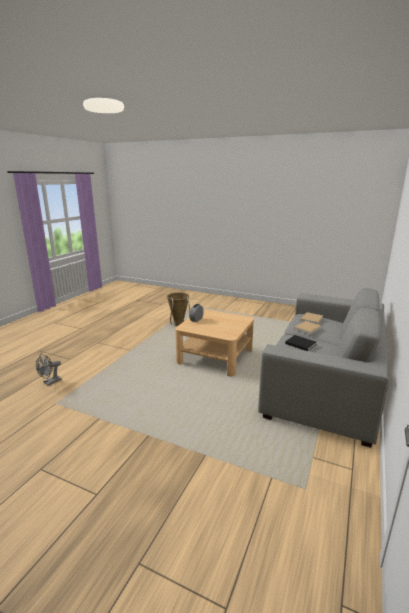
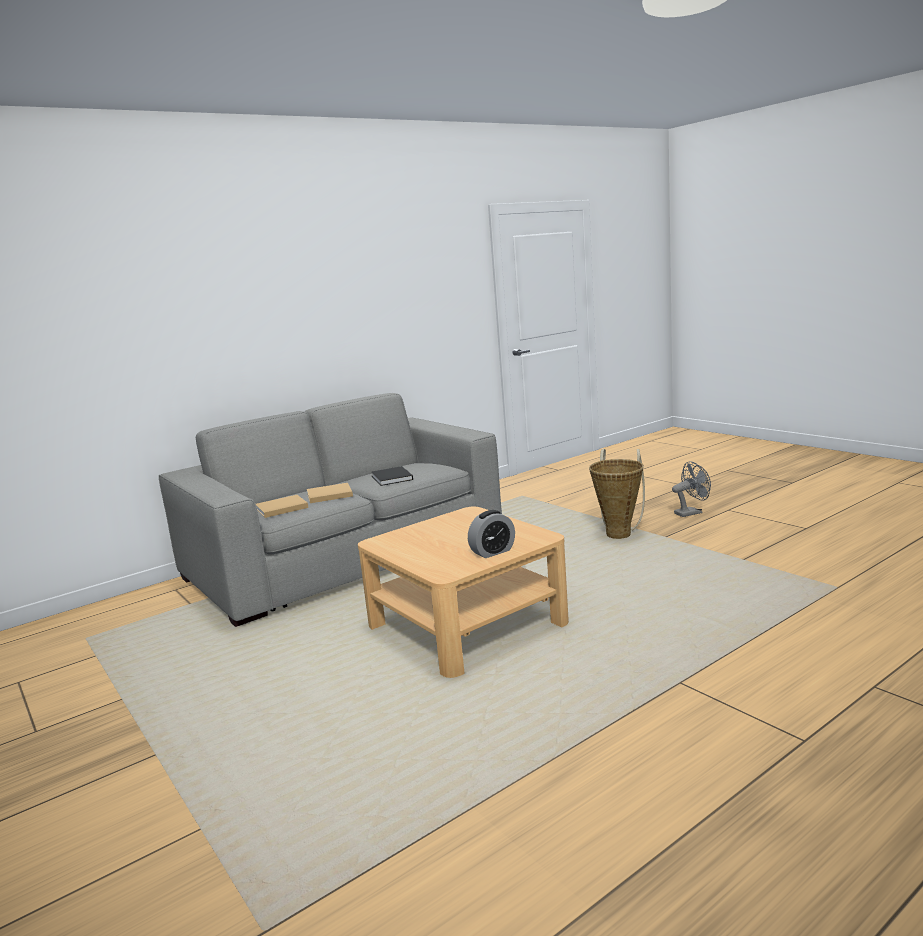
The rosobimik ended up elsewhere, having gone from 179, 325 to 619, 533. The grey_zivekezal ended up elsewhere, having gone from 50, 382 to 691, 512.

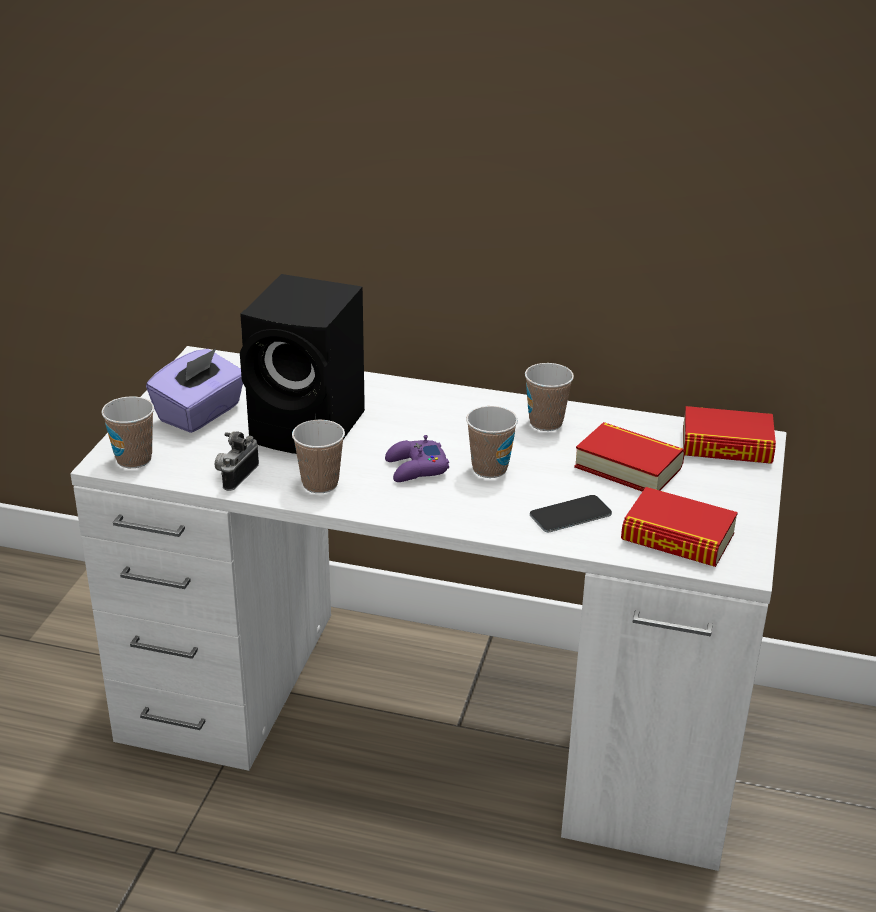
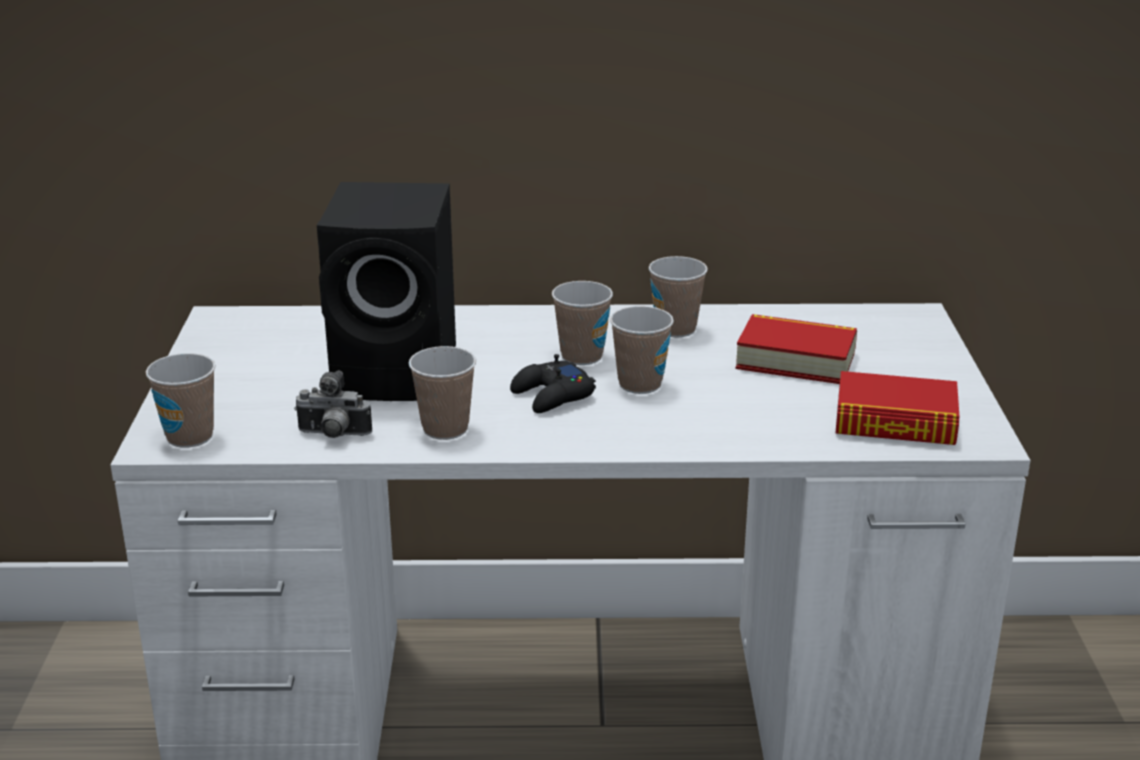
The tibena at 235, 476 ended up facing another way, 90 degrees counterclockwise from before. What was the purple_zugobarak at 416, 468 turned into the black_zugobarak at 552, 396. The second view gained the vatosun at 582, 356. The second view lost the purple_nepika at 200, 413. The second view lost the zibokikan at 570, 514. The second view lost the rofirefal at 726, 445.

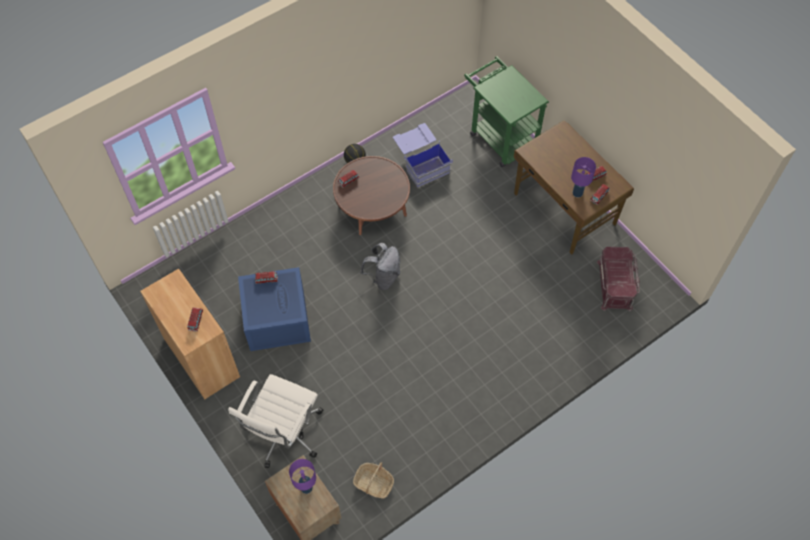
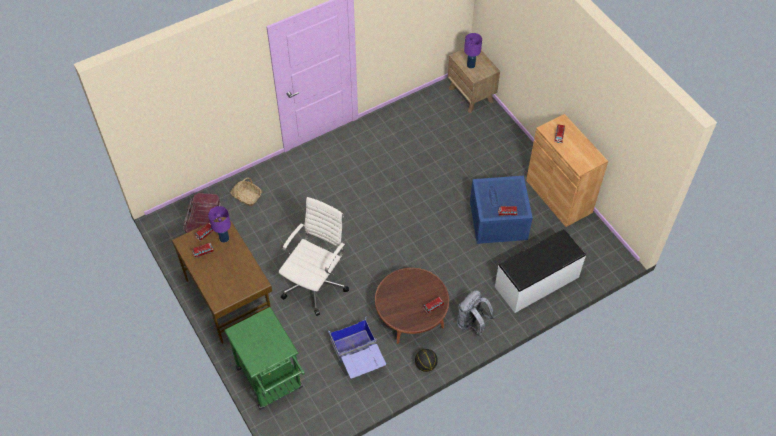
The rosobimik ended up elsewhere, having gone from 374, 483 to 246, 196. The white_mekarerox ended up elsewhere, having gone from 283, 433 to 316, 283. The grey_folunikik ended up elsewhere, having gone from 383, 277 to 472, 324. The second view gained the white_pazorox at 537, 282.

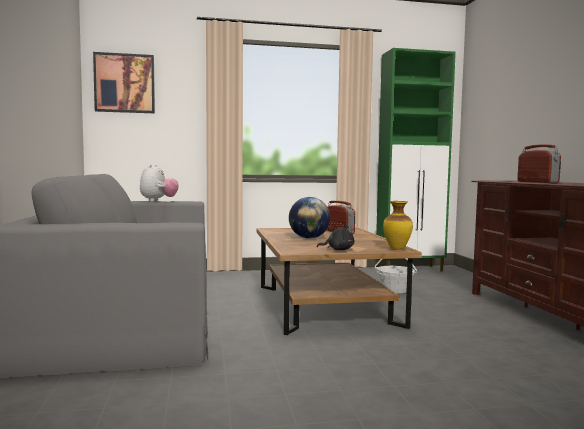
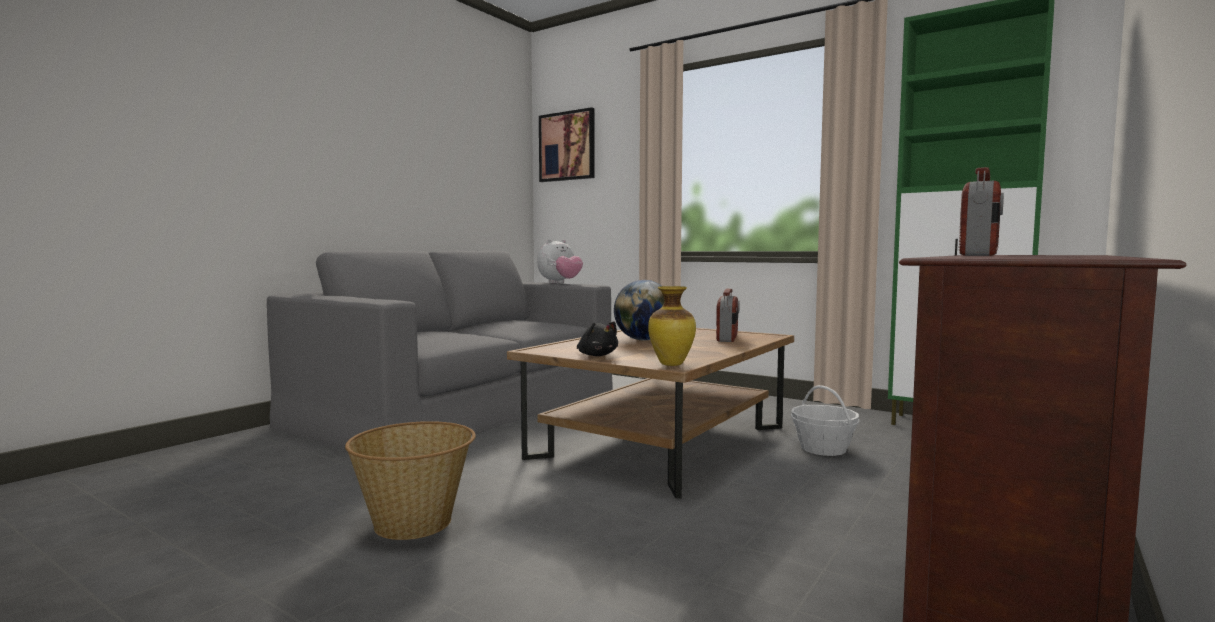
The second view gained the rosobimik at 414, 523.

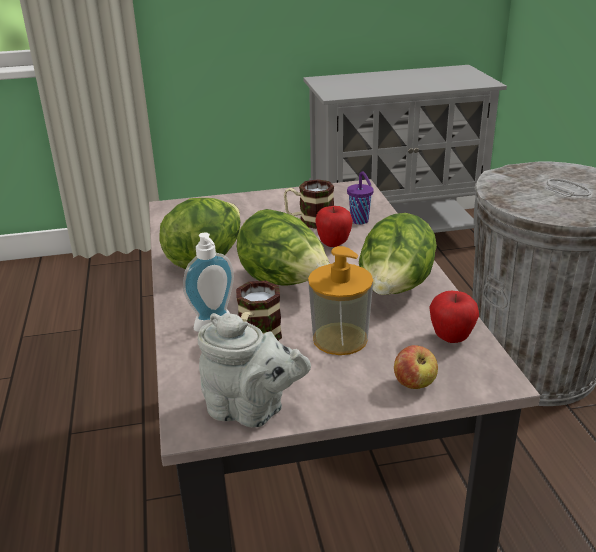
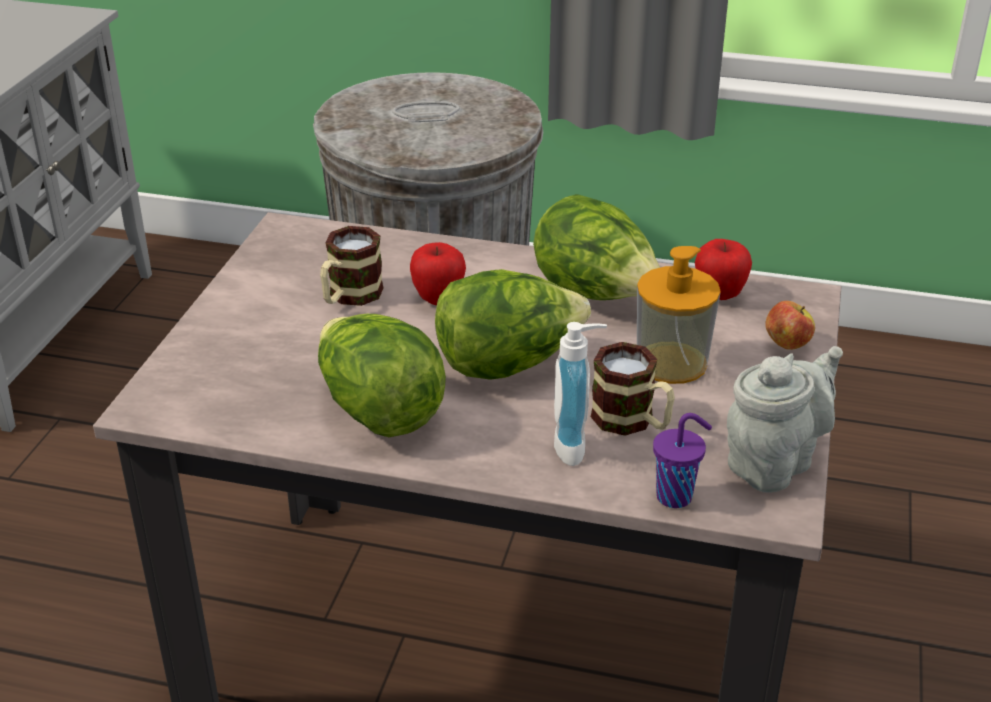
The purple_vatosun ended up elsewhere, having gone from 360, 221 to 676, 497.

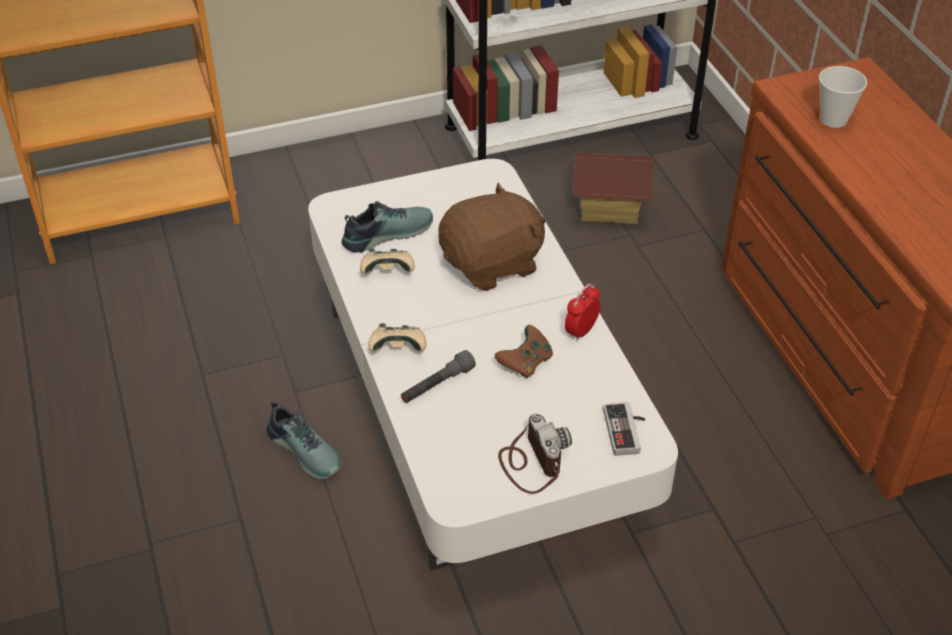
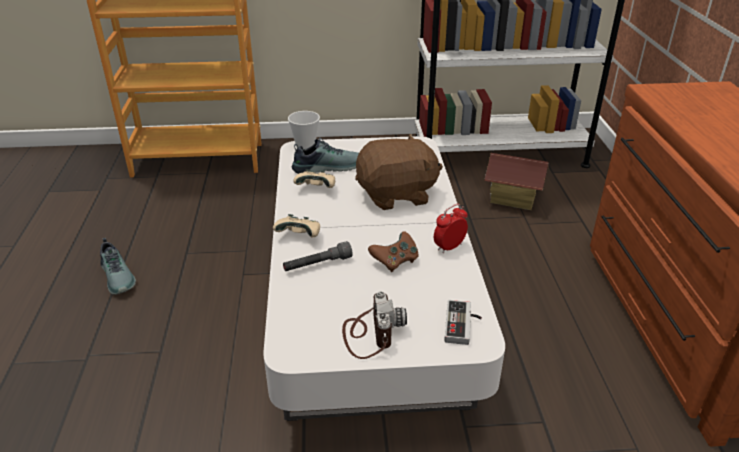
The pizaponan ended up elsewhere, having gone from 306, 449 to 119, 276. The vatosun ended up elsewhere, having gone from 833, 119 to 305, 147.

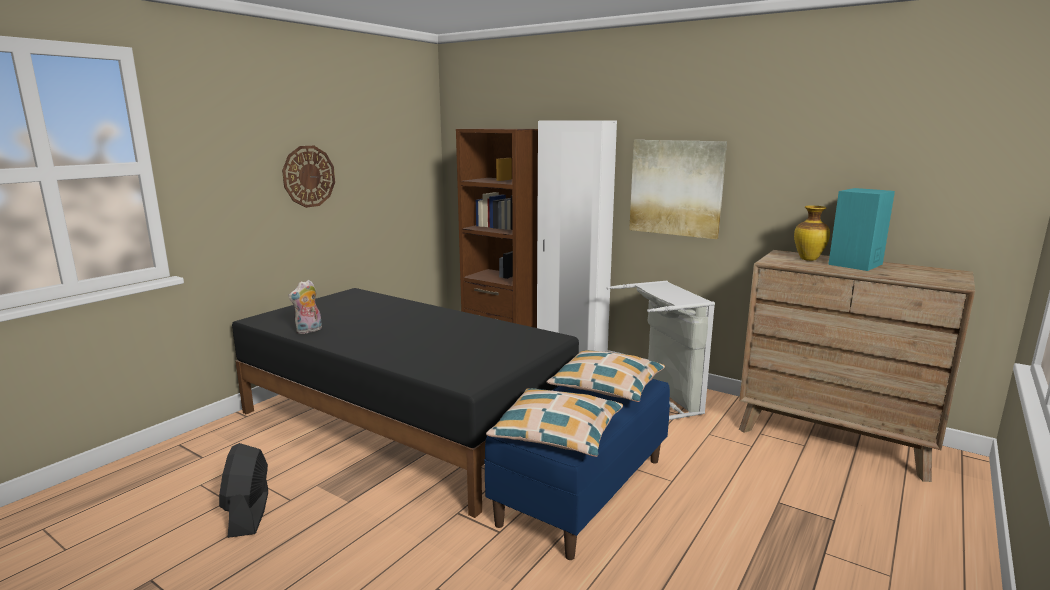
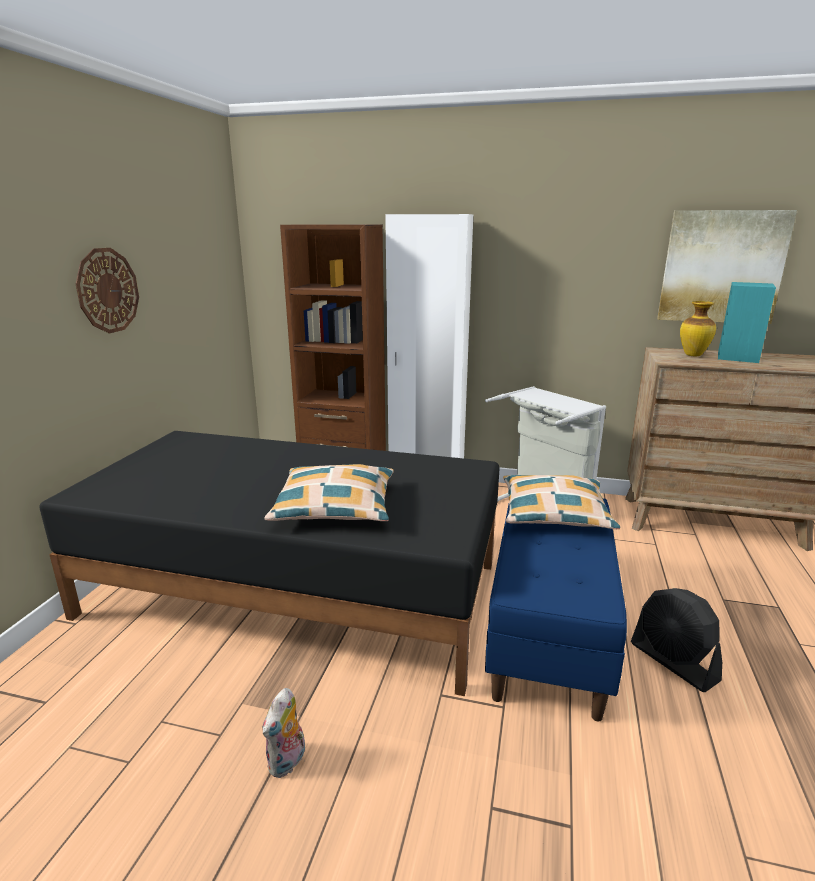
The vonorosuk ended up elsewhere, having gone from 309, 331 to 288, 762. The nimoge ended up elsewhere, having gone from 557, 433 to 335, 506. The black_zivekezal ended up elsewhere, having gone from 249, 514 to 673, 662. The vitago ended up elsewhere, having gone from 676, 188 to 722, 267.

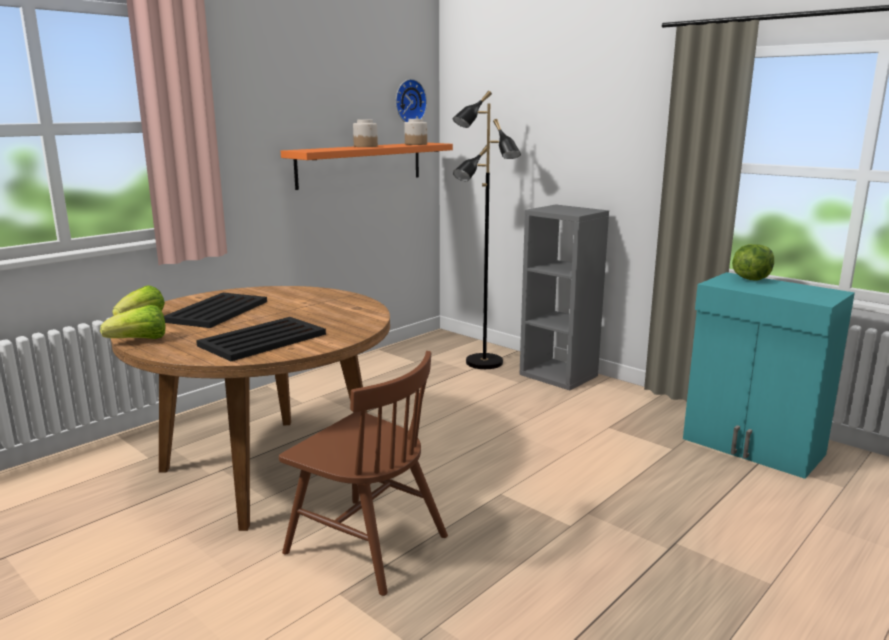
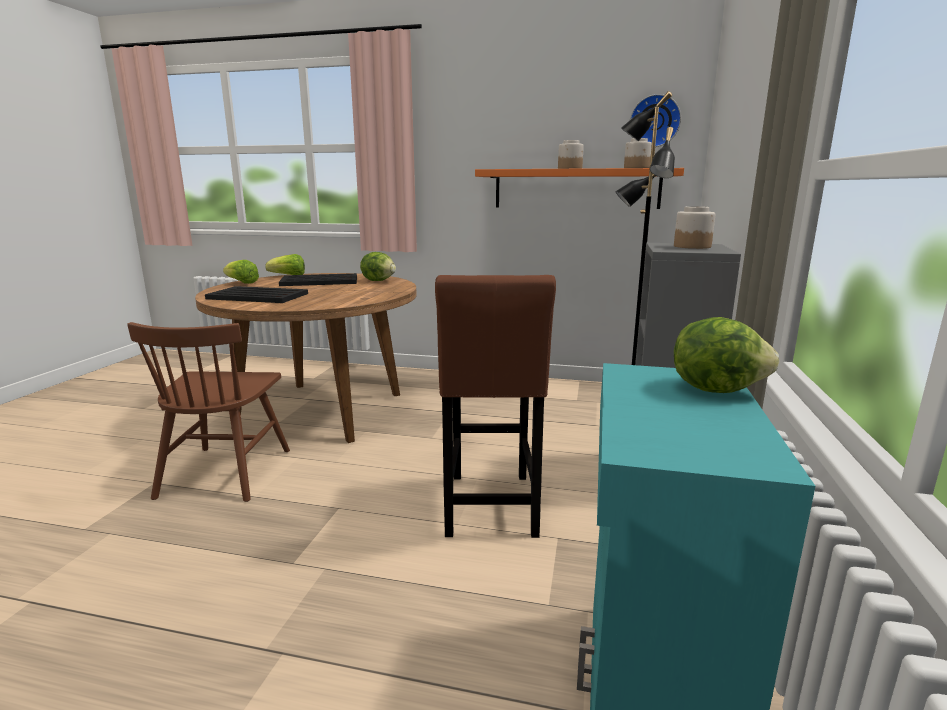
The second view gained the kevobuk at 379, 281. The second view gained the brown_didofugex at 490, 508. The second view gained the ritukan at 692, 246.

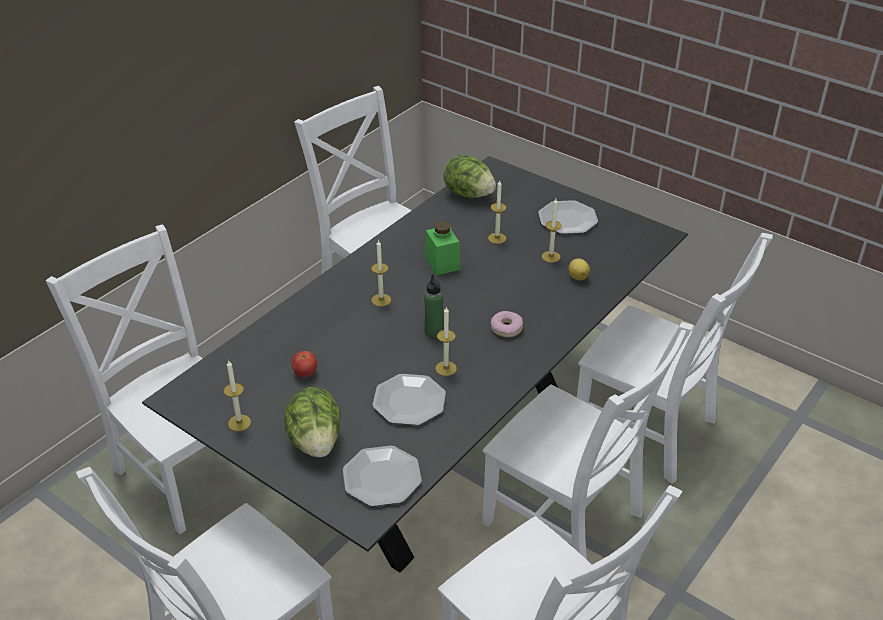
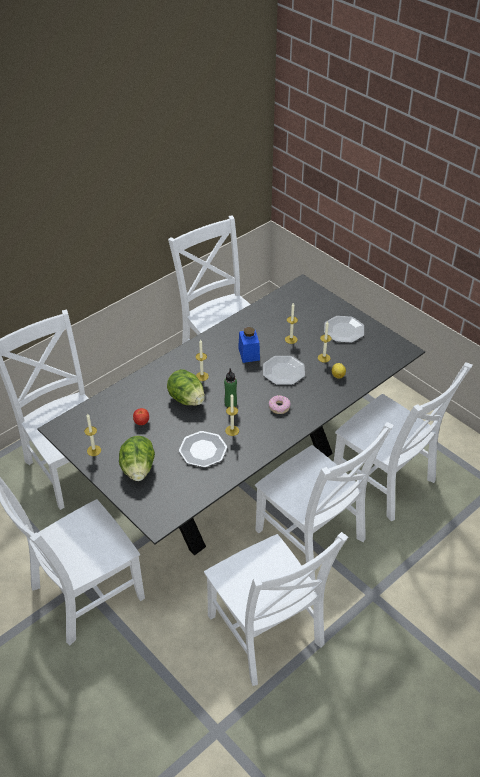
The kevobuk ended up elsewhere, having gone from 468, 194 to 187, 399. What was the green_ritukan at 442, 263 turned into the blue_ritukan at 249, 354. The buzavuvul ended up elsewhere, having gone from 382, 477 to 283, 371.

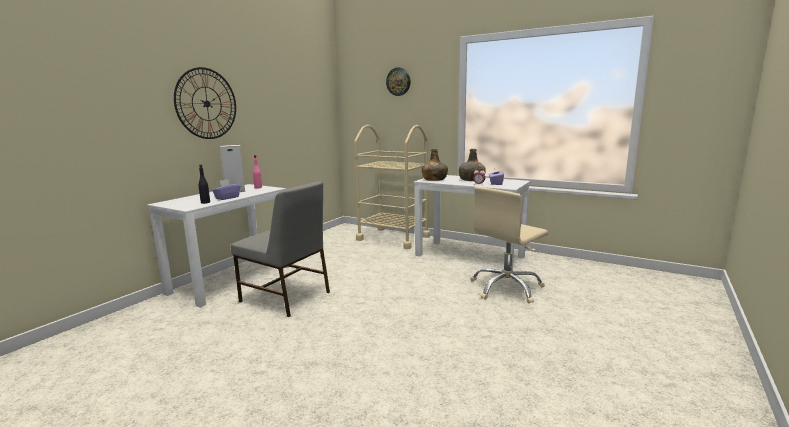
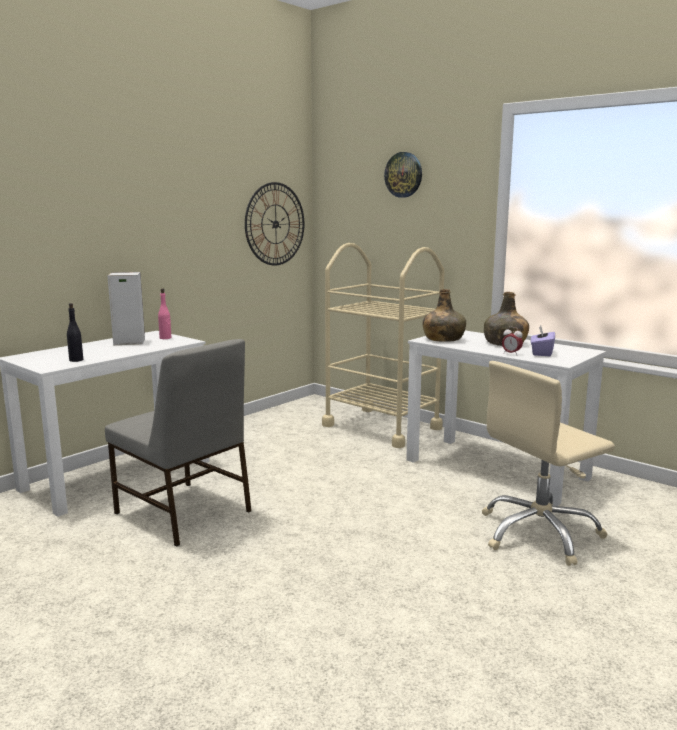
The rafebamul ended up elsewhere, having gone from 206, 103 to 275, 224. The second view lost the purple_nepika at 227, 198.

